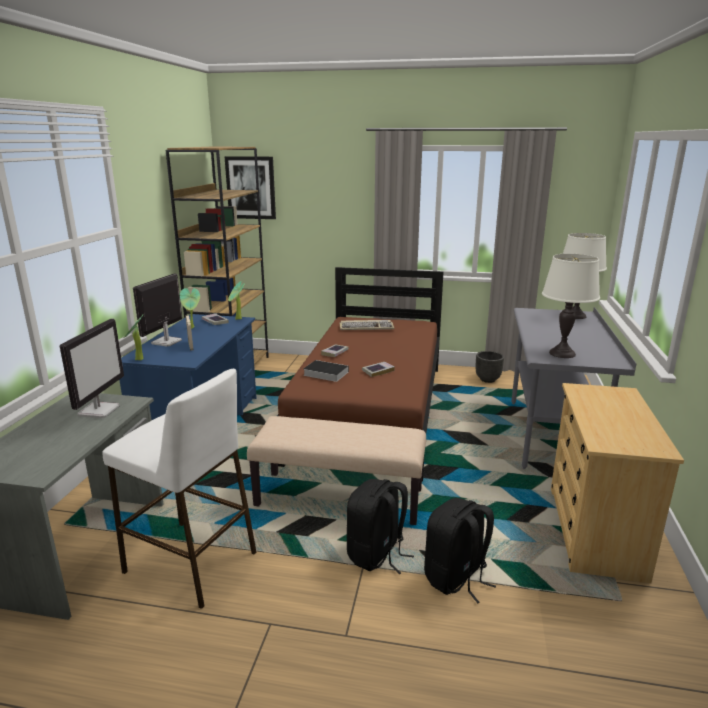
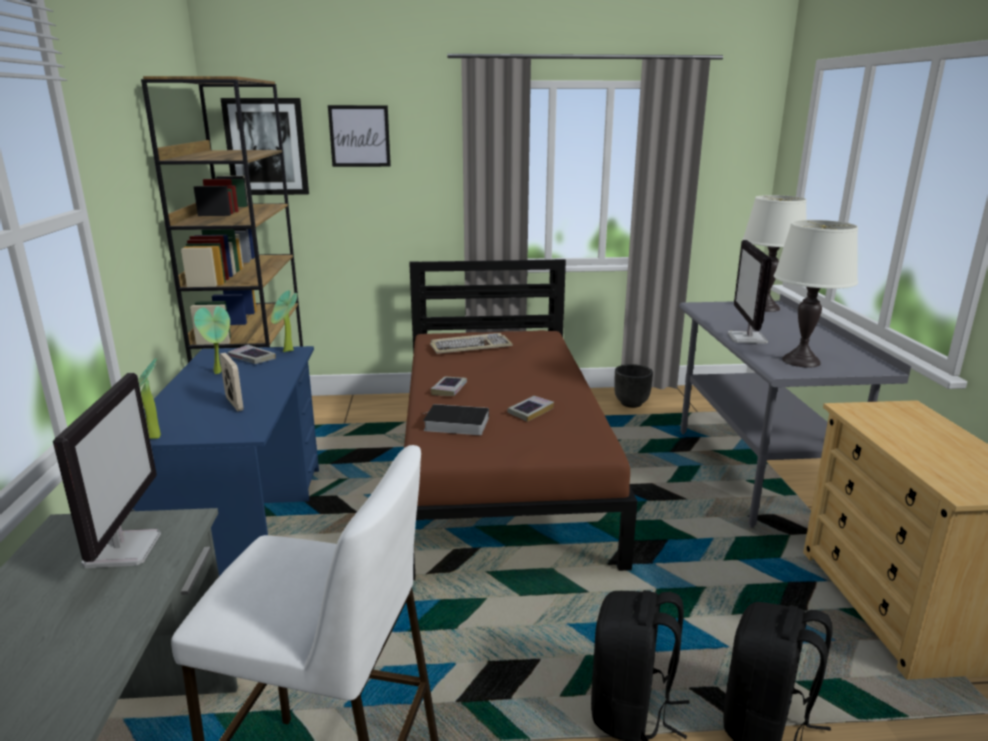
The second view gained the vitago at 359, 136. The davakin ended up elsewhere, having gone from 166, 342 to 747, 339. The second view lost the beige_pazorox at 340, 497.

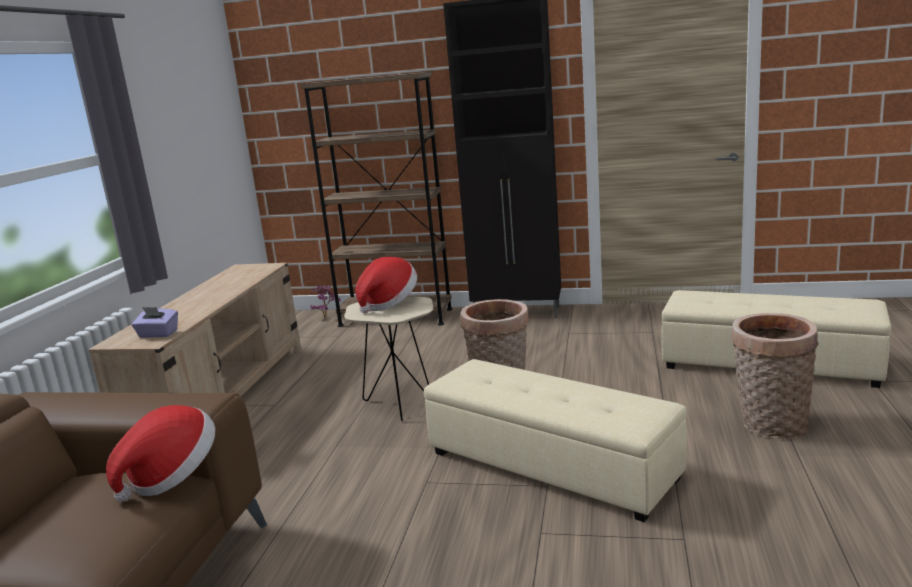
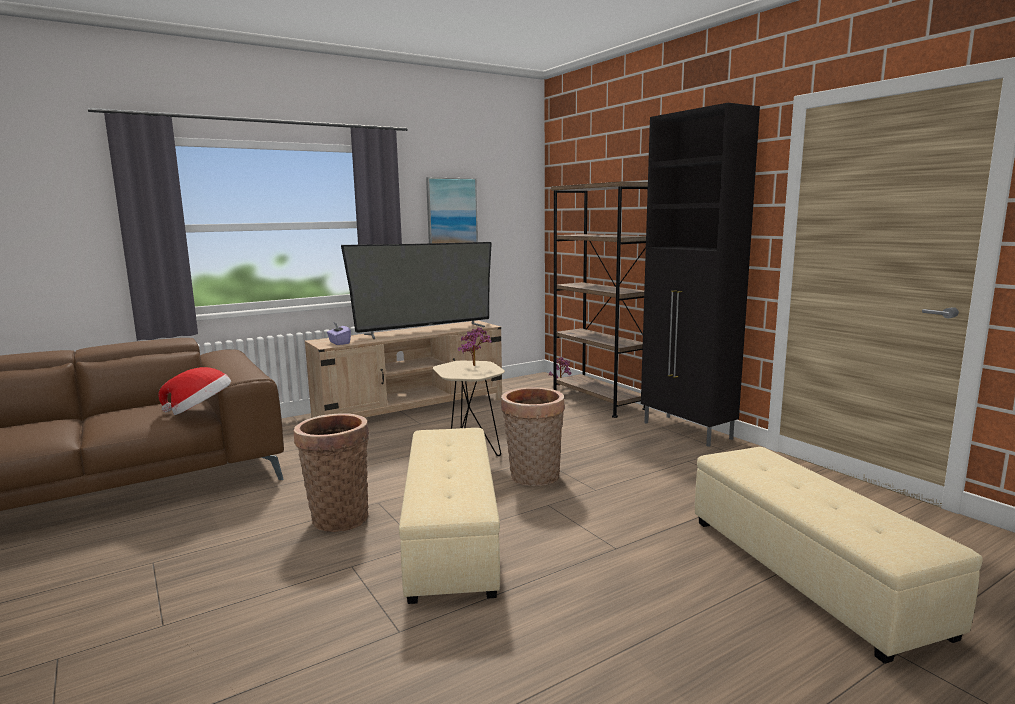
The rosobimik ended up elsewhere, having gone from 770, 425 to 338, 517. The second view gained the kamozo at 425, 330. The second view gained the vitago at 451, 212. Where the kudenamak stood at 388, 303, the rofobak came to stand at 476, 366.

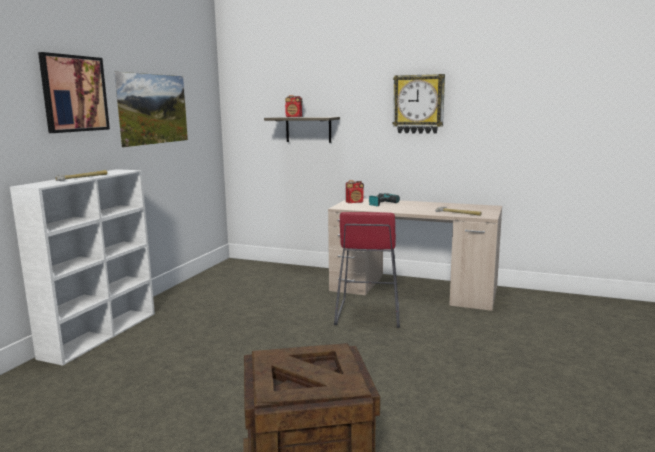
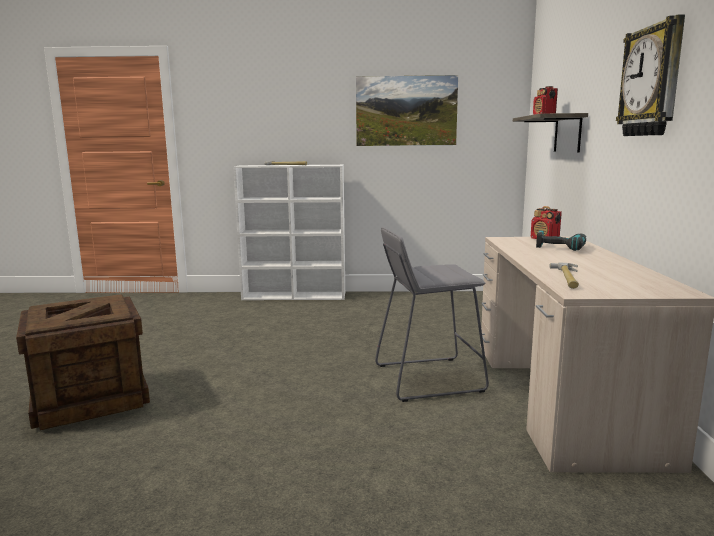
What was the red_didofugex at 368, 314 turned into the grey_didofugex at 428, 378. The second view lost the vitago at 74, 93.

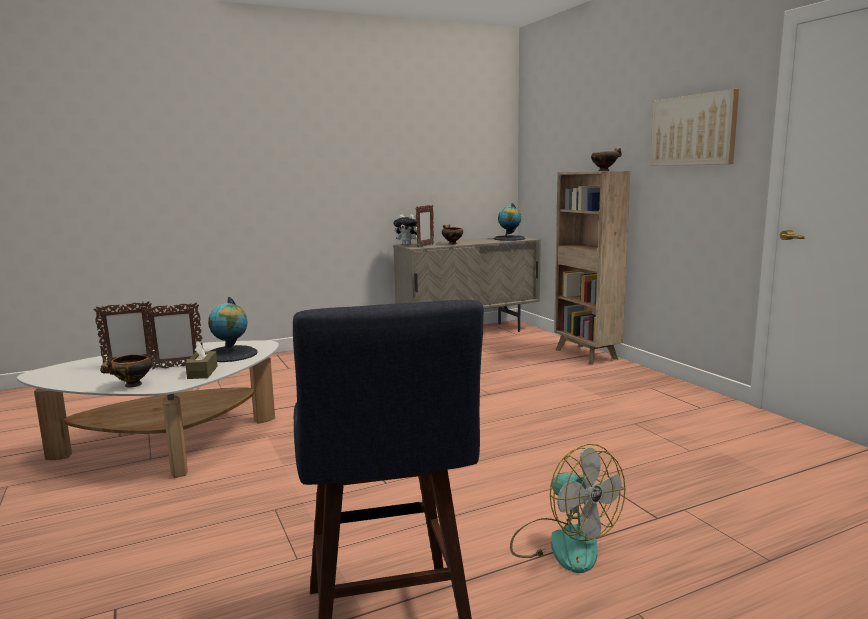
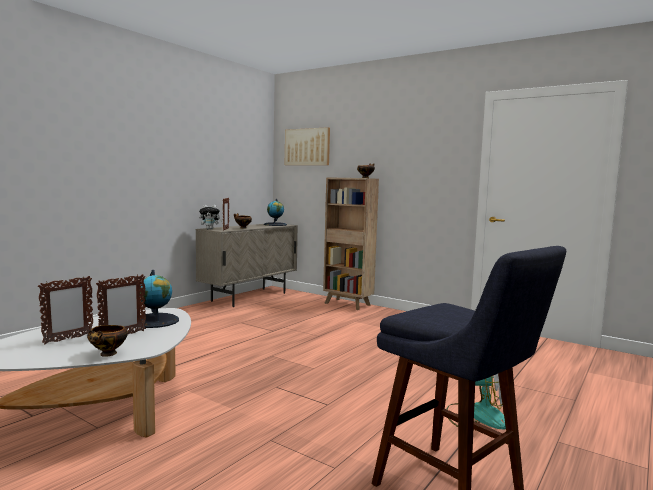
The vitago ended up elsewhere, having gone from 693, 130 to 307, 147. The second view lost the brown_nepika at 202, 372.

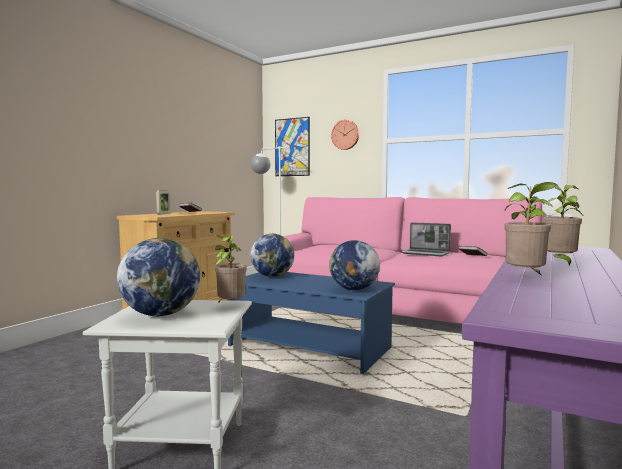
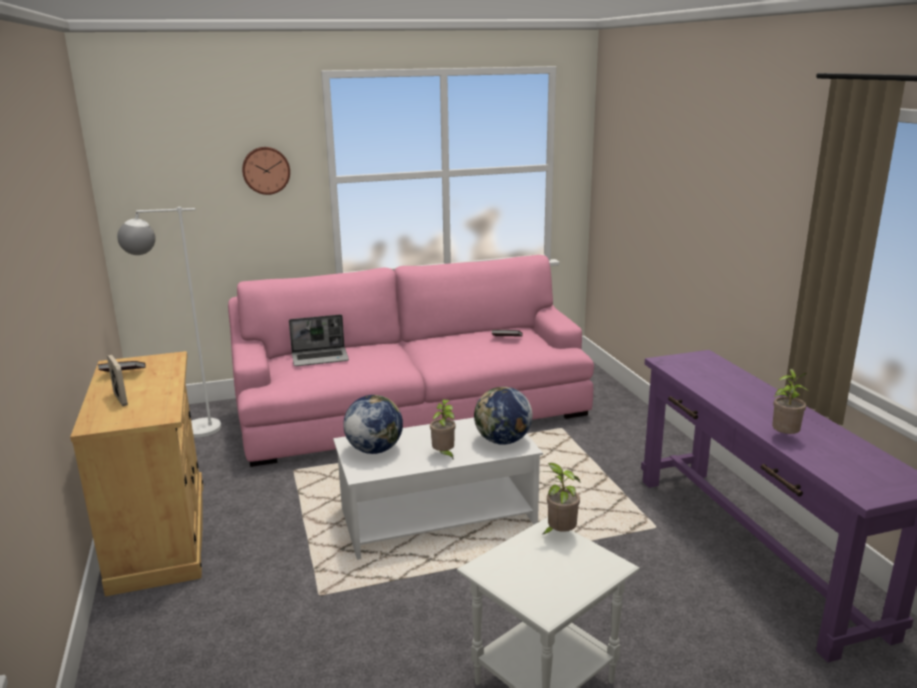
The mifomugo ended up elsewhere, having gone from 426, 253 to 321, 358. What was the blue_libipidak at 310, 347 turned into the white_libipidak at 438, 517. The rofobak ended up elsewhere, having gone from 560, 263 to 444, 455. The second view lost the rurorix at 161, 314. The second view lost the vitago at 292, 147.

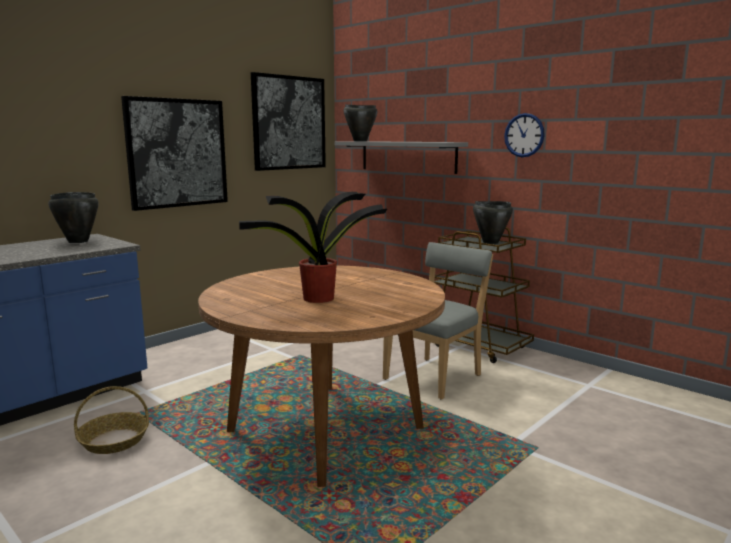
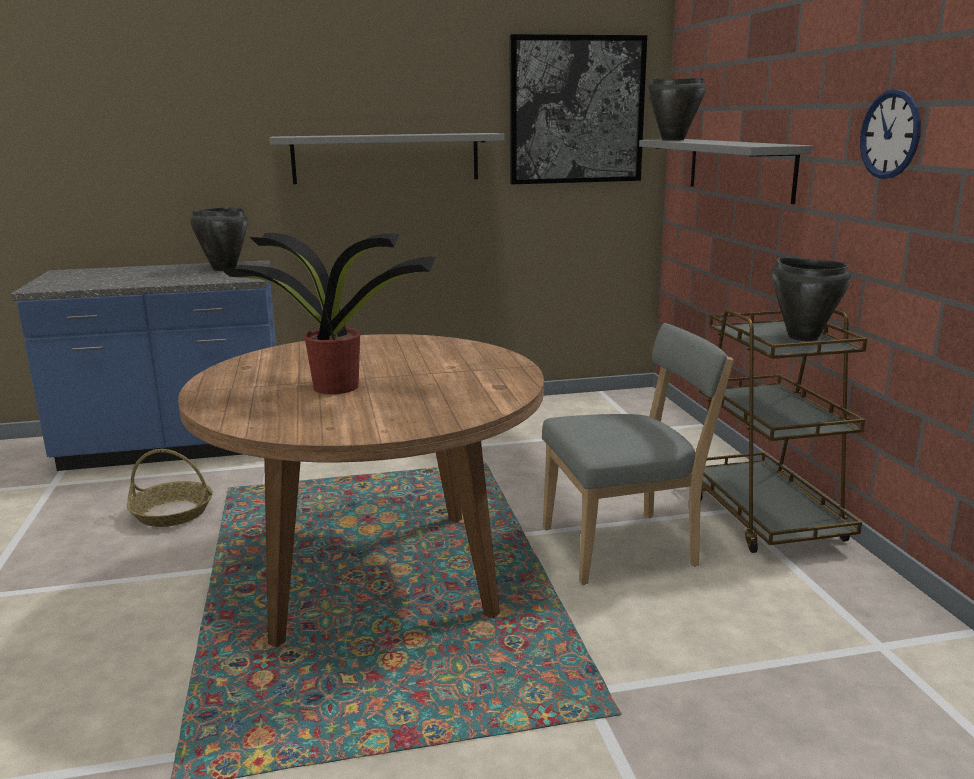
Where the vitago hung at 177, 153, the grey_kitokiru came to hang at 386, 158.

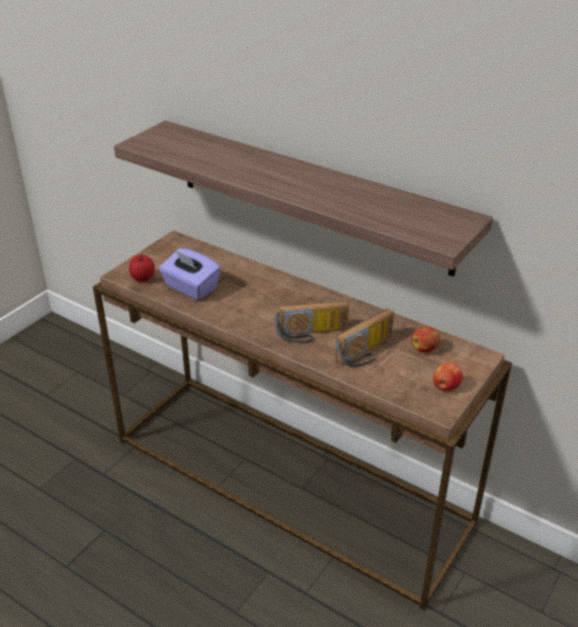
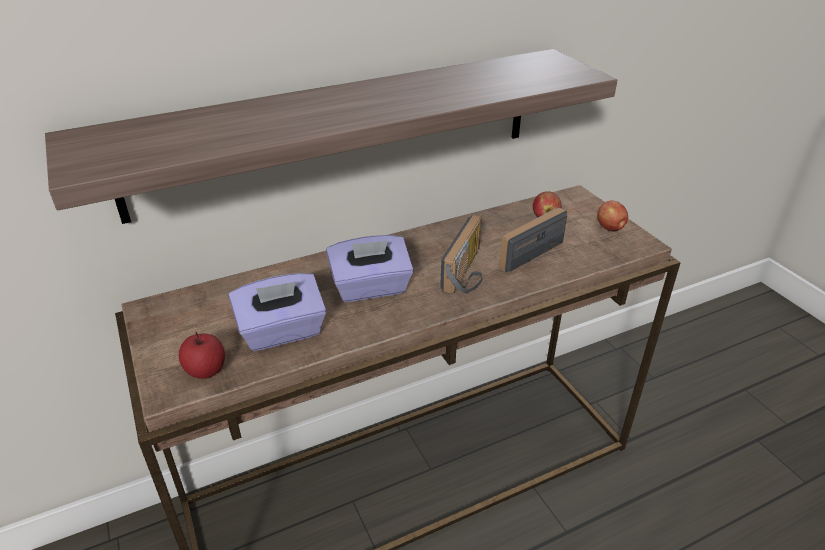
The second view gained the purple_nepika at 371, 288. The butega at 367, 352 ended up facing another way, 120 degrees counterclockwise from before.

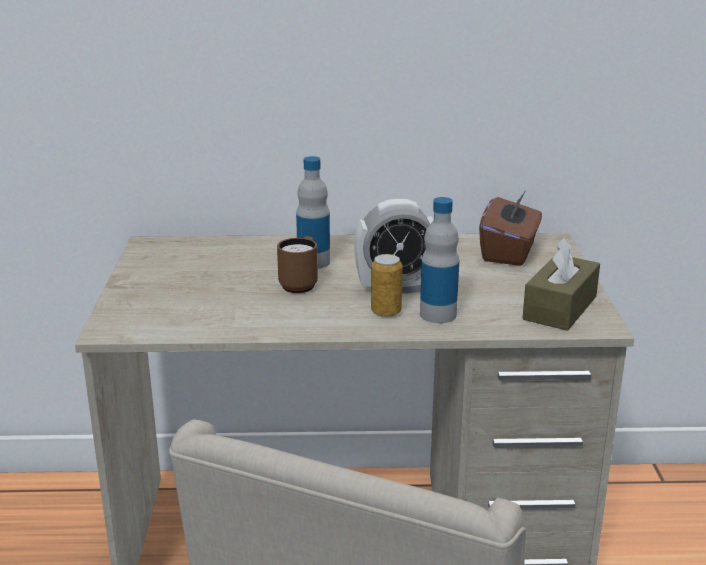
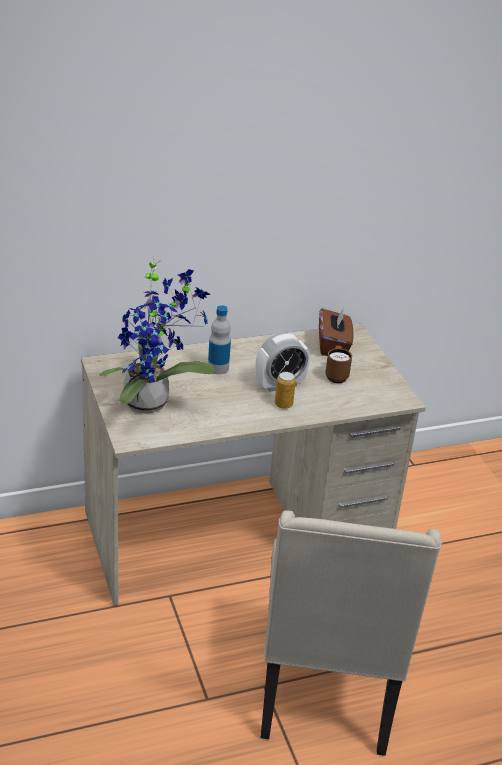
The second view gained the rofobak at 152, 402. The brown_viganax ended up elsewhere, having gone from 300, 284 to 336, 375. The second view lost the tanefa at 438, 314. The second view lost the brown_nepika at 560, 308.

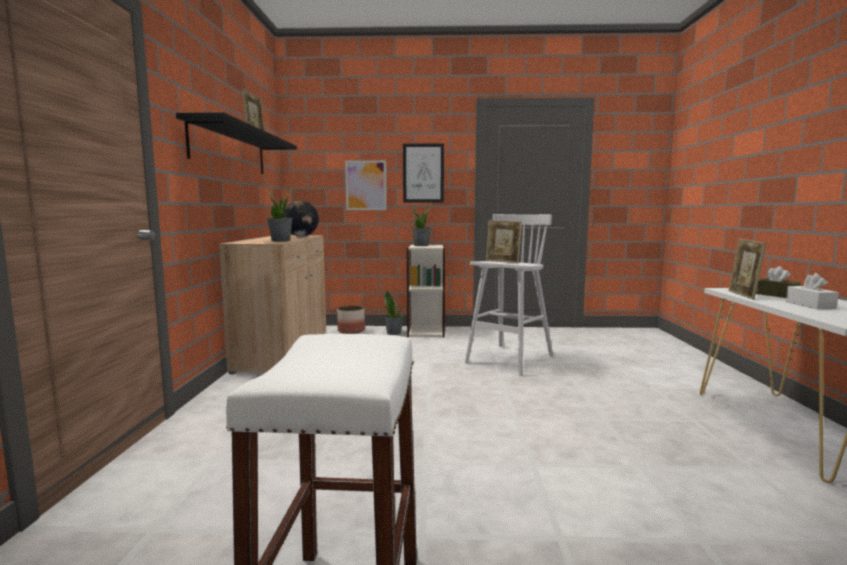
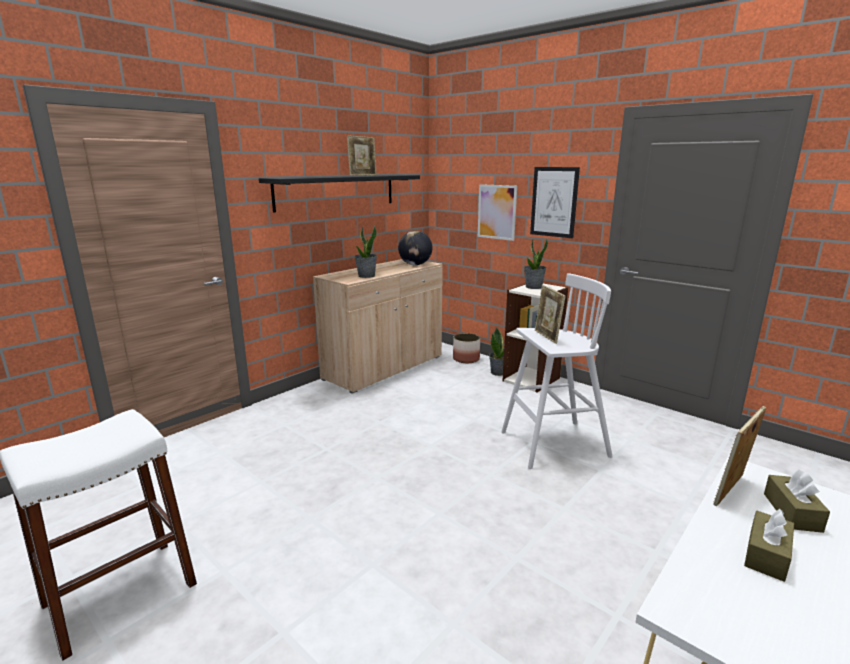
What was the white_nepika at 810, 305 turned into the brown_nepika at 766, 555.

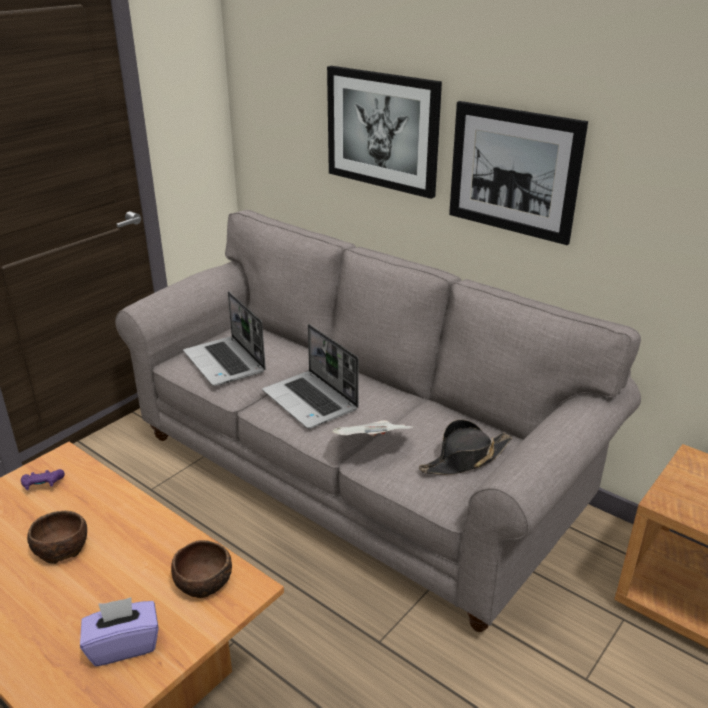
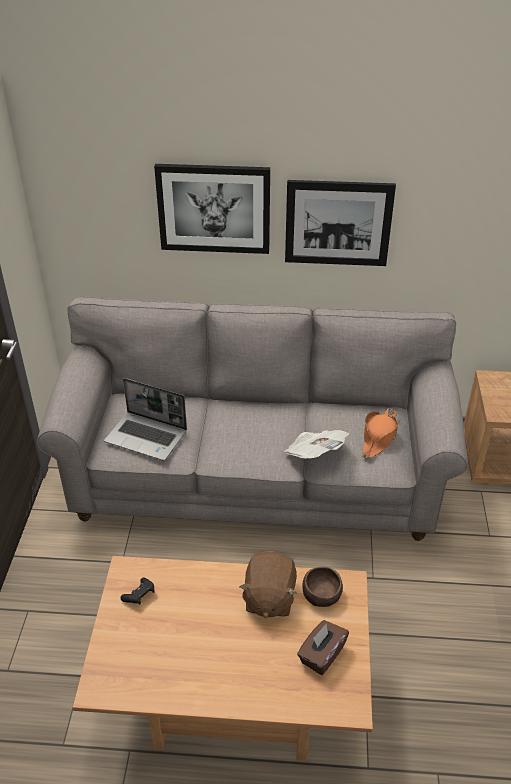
What was the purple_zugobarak at 43, 486 turned into the black_zugobarak at 139, 596. The second view gained the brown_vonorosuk at 269, 598. What was the purple_nepika at 123, 645 turned into the brown_nepika at 321, 655. What was the black_kudenamak at 465, 459 turned into the orange_kudenamak at 379, 437. The second view lost the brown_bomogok at 60, 548. The second view lost the mifomugo at 311, 401.

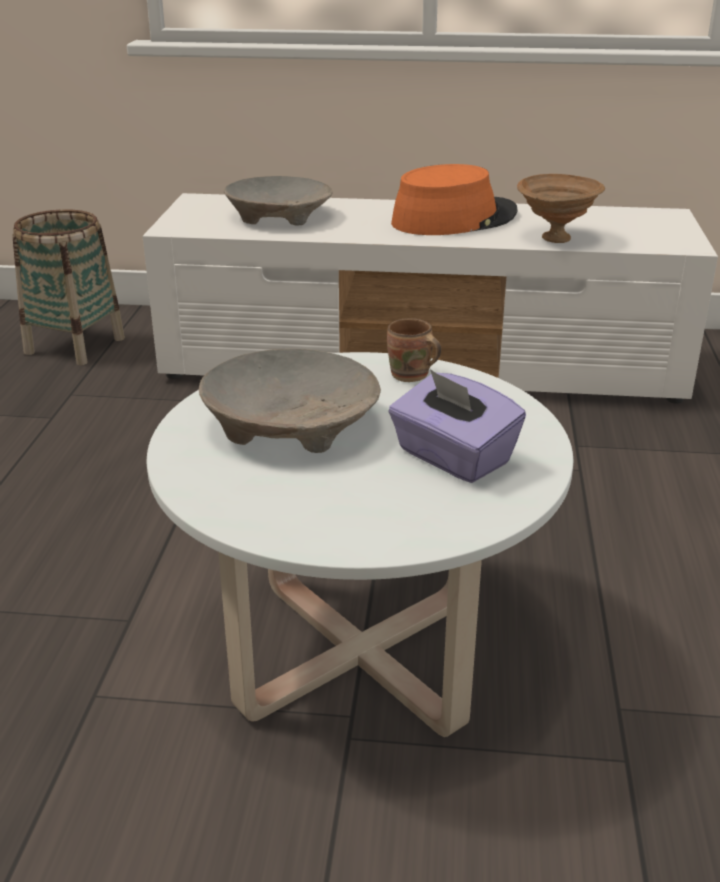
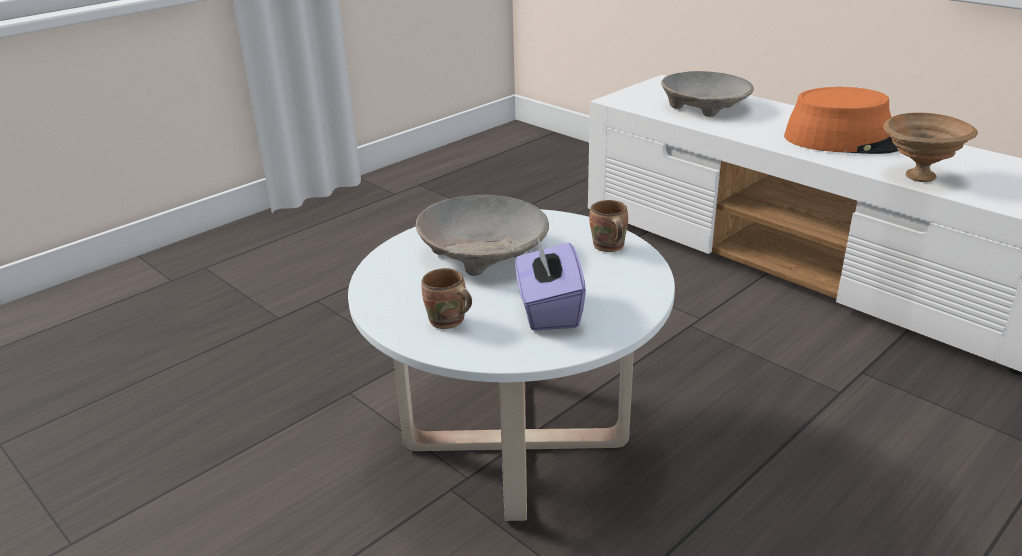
The second view gained the brown_viganax at 447, 322. The second view lost the rosobimik at 75, 346.

